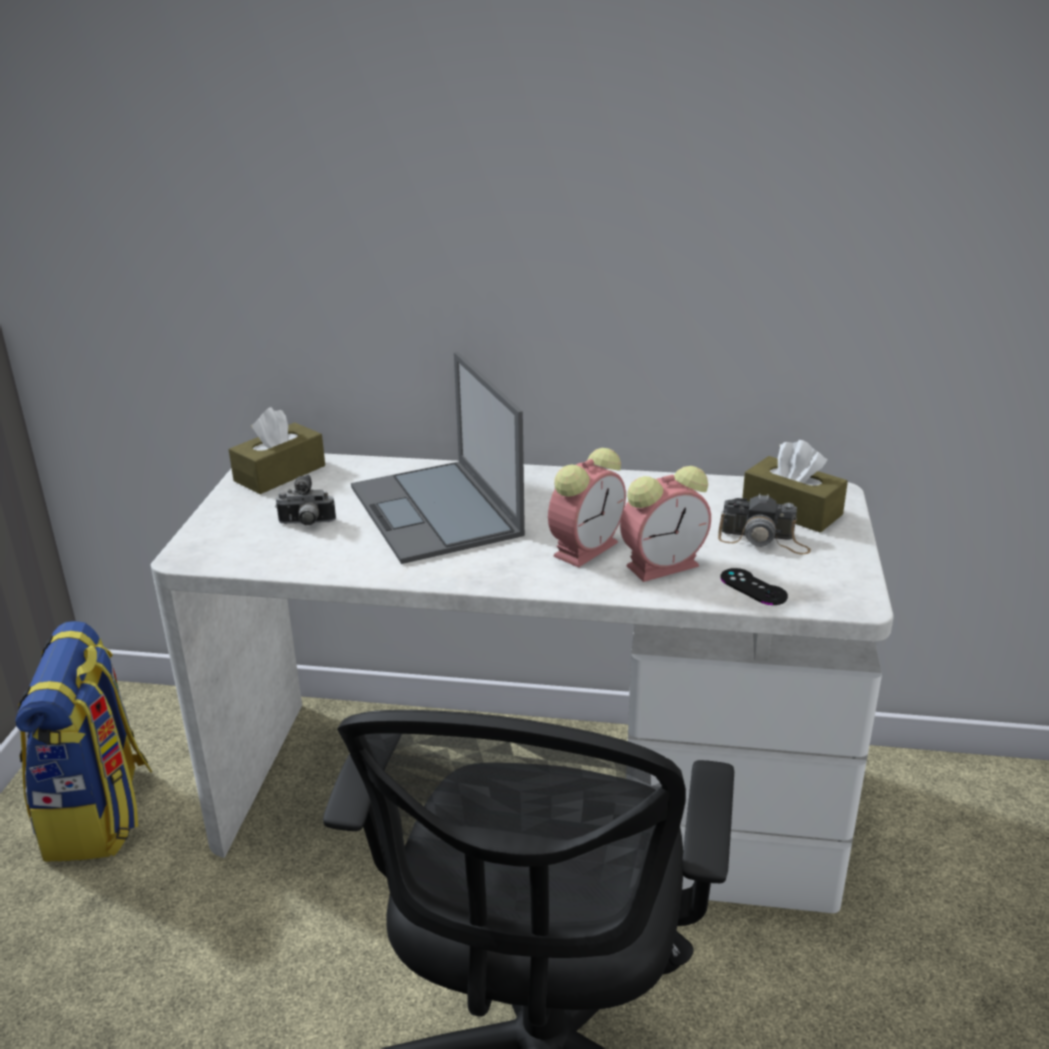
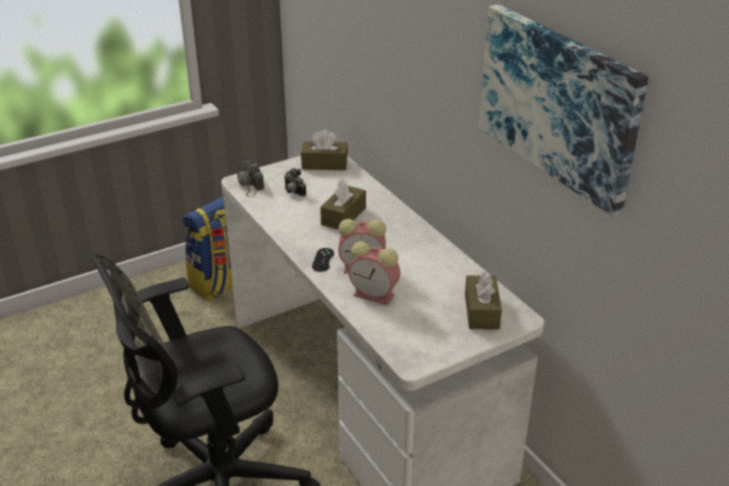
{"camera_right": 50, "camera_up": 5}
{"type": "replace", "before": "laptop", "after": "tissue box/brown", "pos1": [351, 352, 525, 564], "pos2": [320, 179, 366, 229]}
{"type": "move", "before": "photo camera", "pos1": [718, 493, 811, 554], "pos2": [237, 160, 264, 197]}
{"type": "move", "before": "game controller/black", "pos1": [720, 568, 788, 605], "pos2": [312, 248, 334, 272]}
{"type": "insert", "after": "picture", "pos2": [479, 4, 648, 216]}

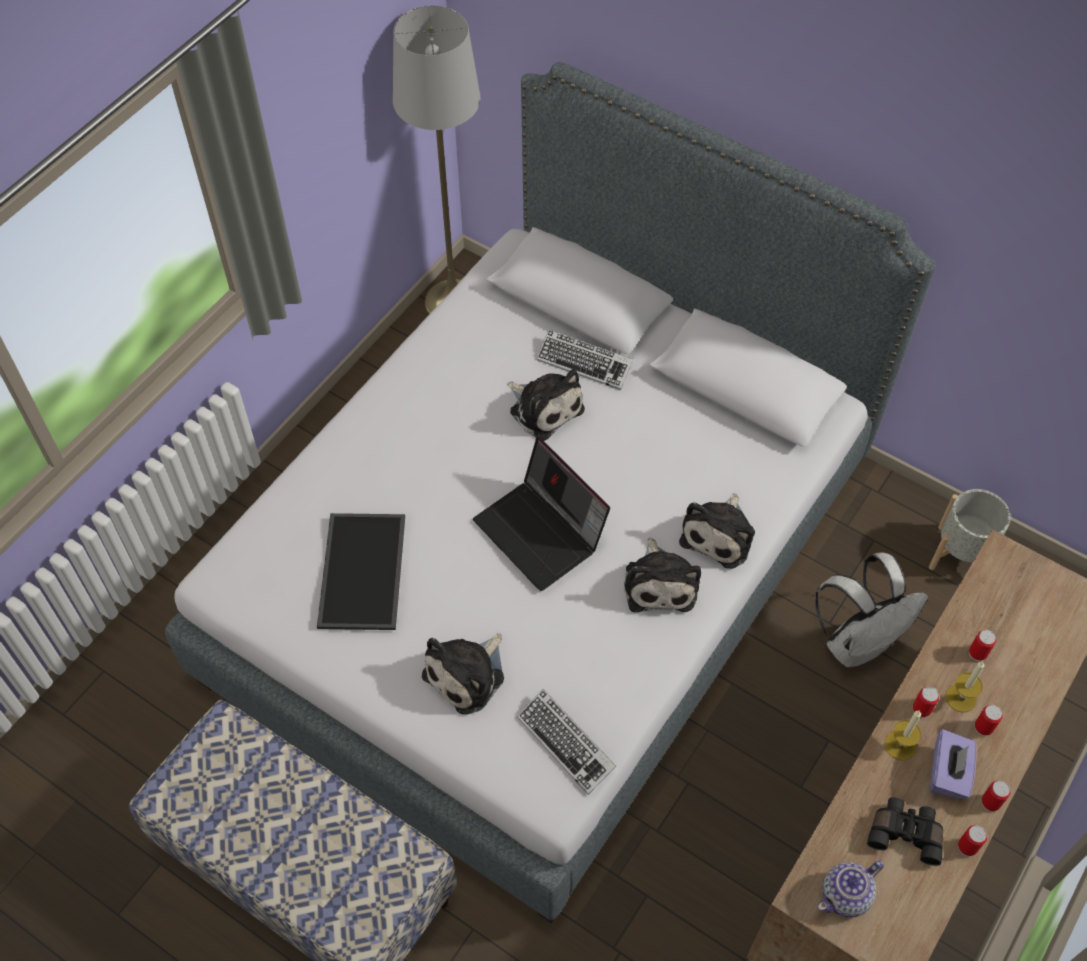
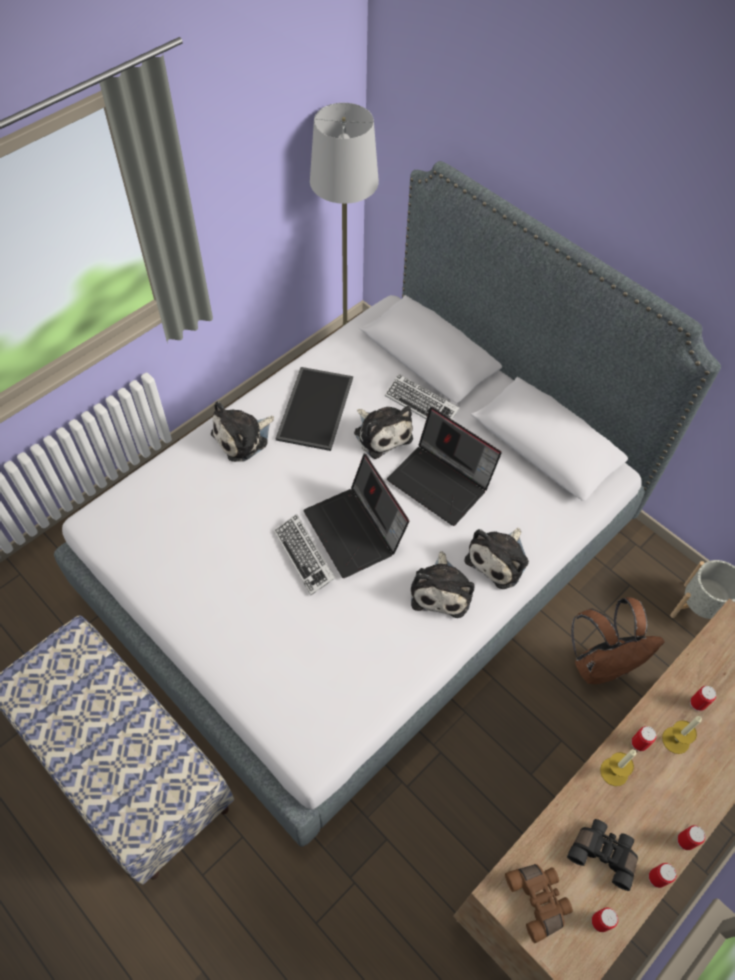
{"camera_right": 10, "camera_up": 0}
{"type": "move", "before": "tray", "pos1": [317, 513, 405, 630], "pos2": [276, 367, 353, 451]}
{"type": "move", "before": "plush toy", "pos1": [422, 633, 504, 715], "pos2": [211, 401, 274, 462]}
{"type": "move", "before": "keyboard", "pos1": [517, 689, 616, 795], "pos2": [274, 514, 335, 595]}
{"type": "recolor", "before": "backpack/white", "after": "backpack/brown", "pos1": [815, 553, 928, 667], "pos2": [571, 597, 665, 684]}
{"type": "replace", "before": "teapot", "after": "binoculars/brown", "pos1": [818, 860, 884, 918], "pos2": [505, 864, 573, 943]}
{"type": "delete", "before": "tissue box/purple", "pos1": [930, 729, 977, 799]}
{"type": "move", "before": "can", "pos1": [974, 705, 1003, 736], "pos2": [592, 908, 618, 932]}
{"type": "insert", "after": "laptop", "pos2": [387, 407, 502, 526]}

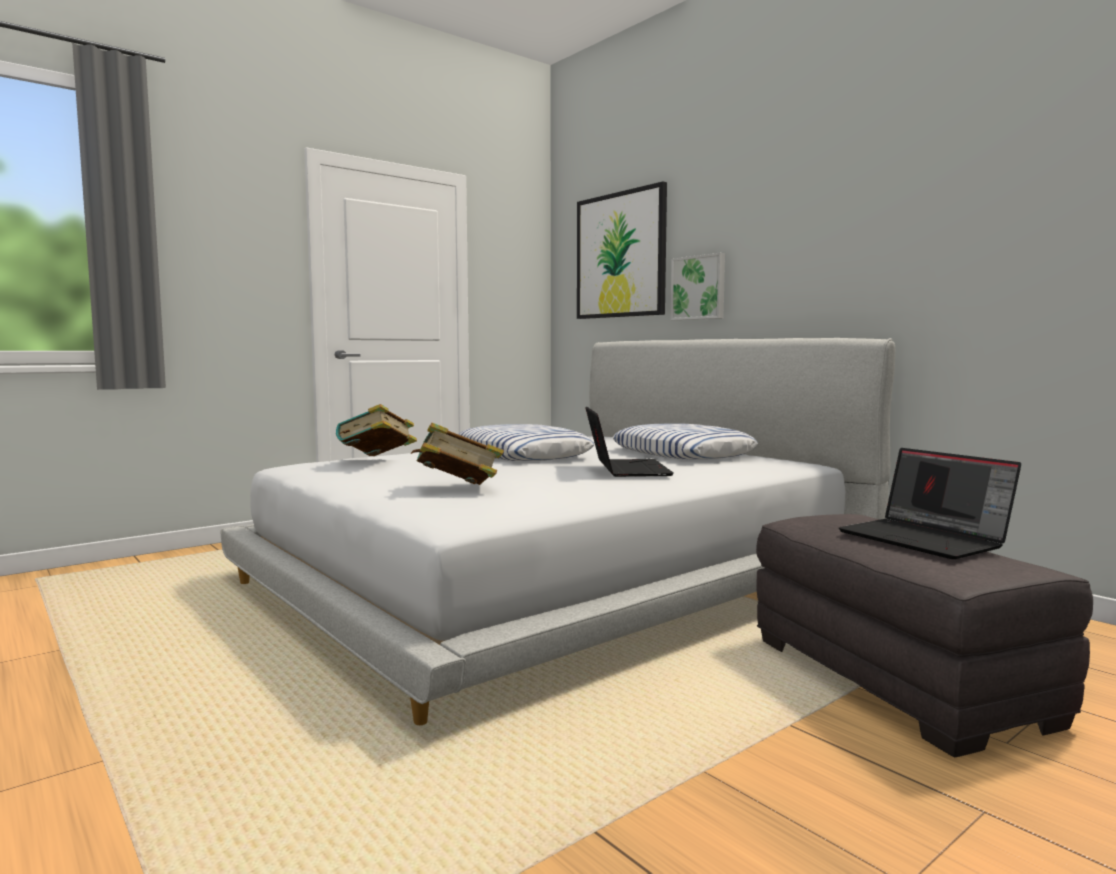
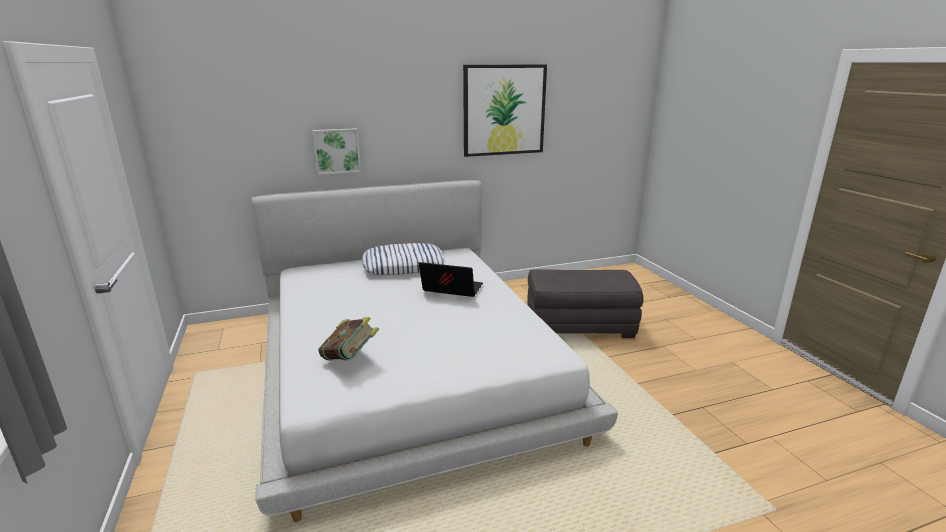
{"camera_right": -70, "camera_up": 15}
{"type": "delete", "before": "book", "pos1": [411, 423, 504, 485]}
{"type": "delete", "before": "pillow", "pos1": [458, 424, 594, 461]}
{"type": "move", "before": "picture", "pos1": [577, 181, 667, 319], "pos2": [463, 65, 547, 157]}
{"type": "delete", "before": "laptop", "pos1": [839, 448, 1021, 559]}

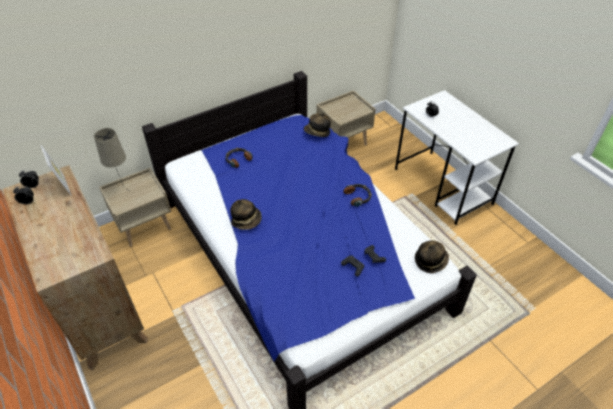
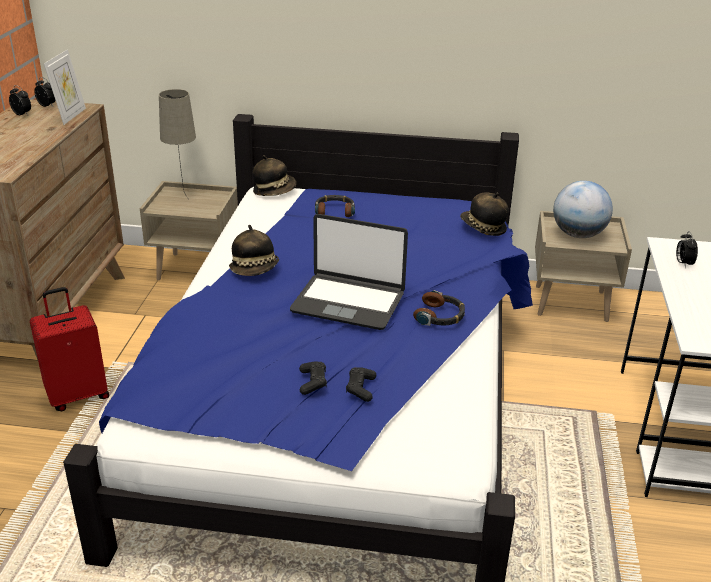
{"camera_right": 40, "camera_up": -15}
{"type": "move", "before": "hat", "pos1": [415, 241, 449, 273], "pos2": [253, 155, 296, 196]}
{"type": "insert", "after": "suitcase/red", "pos2": [30, 287, 109, 411]}
{"type": "insert", "after": "laptop", "pos2": [290, 214, 408, 330]}
{"type": "insert", "after": "globe", "pos2": [553, 181, 613, 238]}

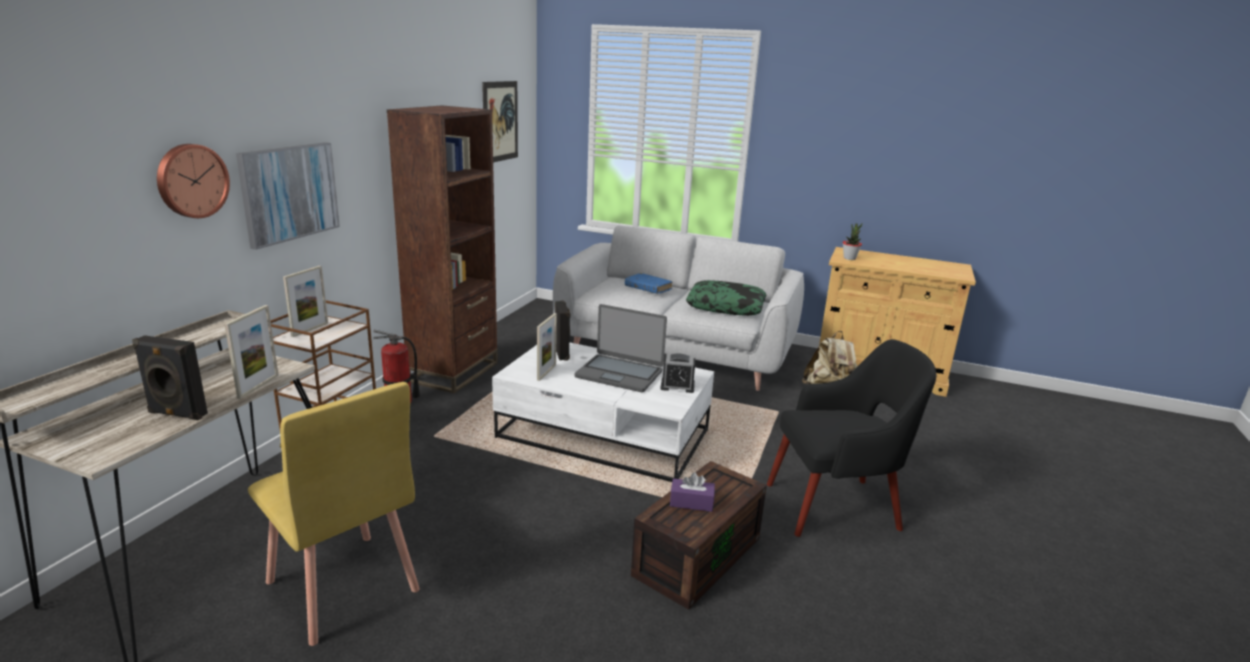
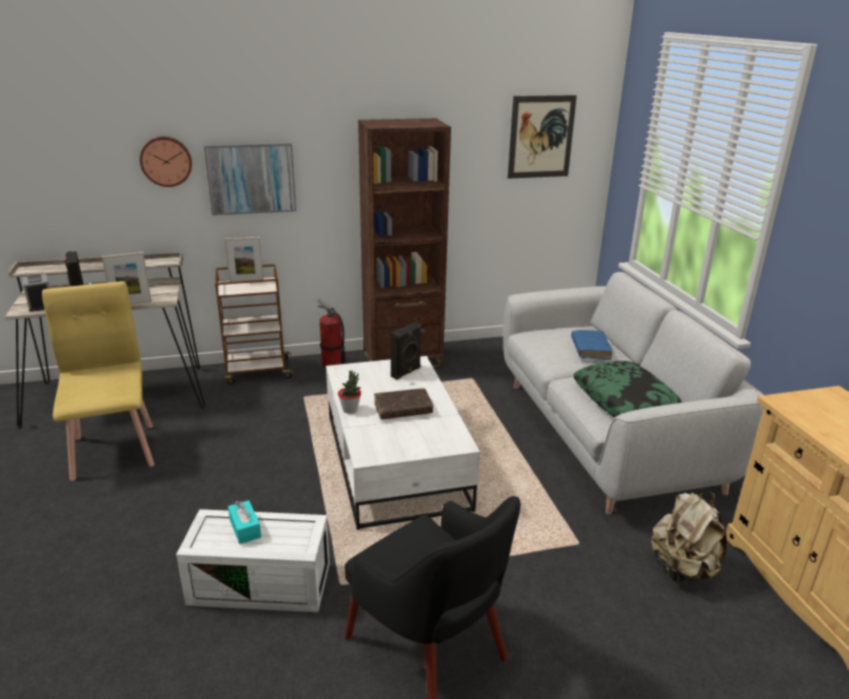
{"camera_right": 55, "camera_up": 5}
{"type": "rotate", "before": "chair/yellow", "pos1": [248, 382, 420, 646], "pos2": [42, 281, 155, 481], "turn": 150}
{"type": "delete", "before": "picture frame", "pos1": [537, 313, 557, 381]}
{"type": "replace", "before": "laptop", "after": "book/brown", "pos1": [574, 304, 667, 392], "pos2": [374, 388, 433, 419]}
{"type": "recolor", "before": "storage box/brown", "after": "storage box/white", "pos1": [631, 461, 767, 610], "pos2": [176, 509, 330, 612]}
{"type": "move", "before": "alarm clock", "pos1": [660, 353, 695, 393], "pos2": [22, 274, 50, 312]}
{"type": "recolor", "before": "tissue box/purple", "after": "tissue box/turquoise", "pos1": [670, 472, 715, 512], "pos2": [228, 500, 261, 544]}
{"type": "move", "before": "potted plant", "pos1": [843, 223, 862, 260], "pos2": [338, 370, 361, 414]}

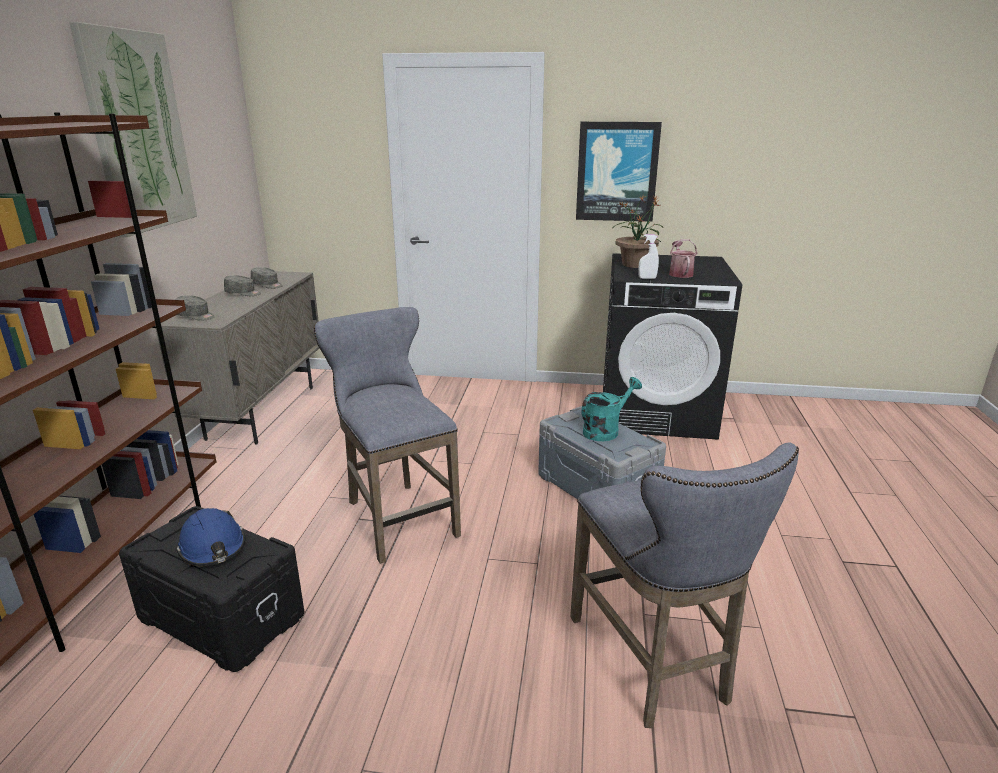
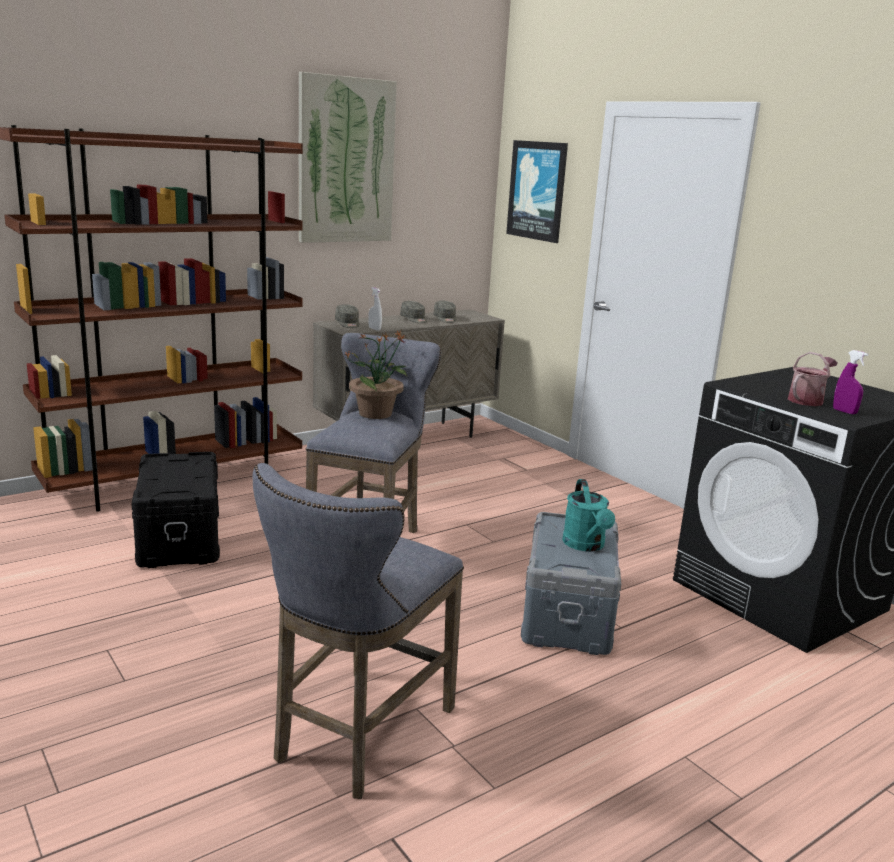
{"camera_right": 45, "camera_up": -5}
{"type": "delete", "before": "hard hat/blue", "pos1": [176, 508, 246, 566]}
{"type": "move", "before": "picture", "pos1": [576, 122, 662, 222], "pos2": [506, 140, 568, 243]}
{"type": "rotate", "before": "watering can/turquoise", "pos1": [581, 377, 642, 441], "pos2": [562, 479, 615, 552], "turn": 75}
{"type": "move", "before": "potted plant", "pos1": [614, 196, 663, 268], "pos2": [343, 330, 407, 419]}
{"type": "move", "before": "spray bottle/white", "pos1": [638, 234, 659, 279], "pos2": [368, 287, 382, 331]}
{"type": "insert", "after": "spray bottle/purple", "pos2": [833, 350, 868, 414]}

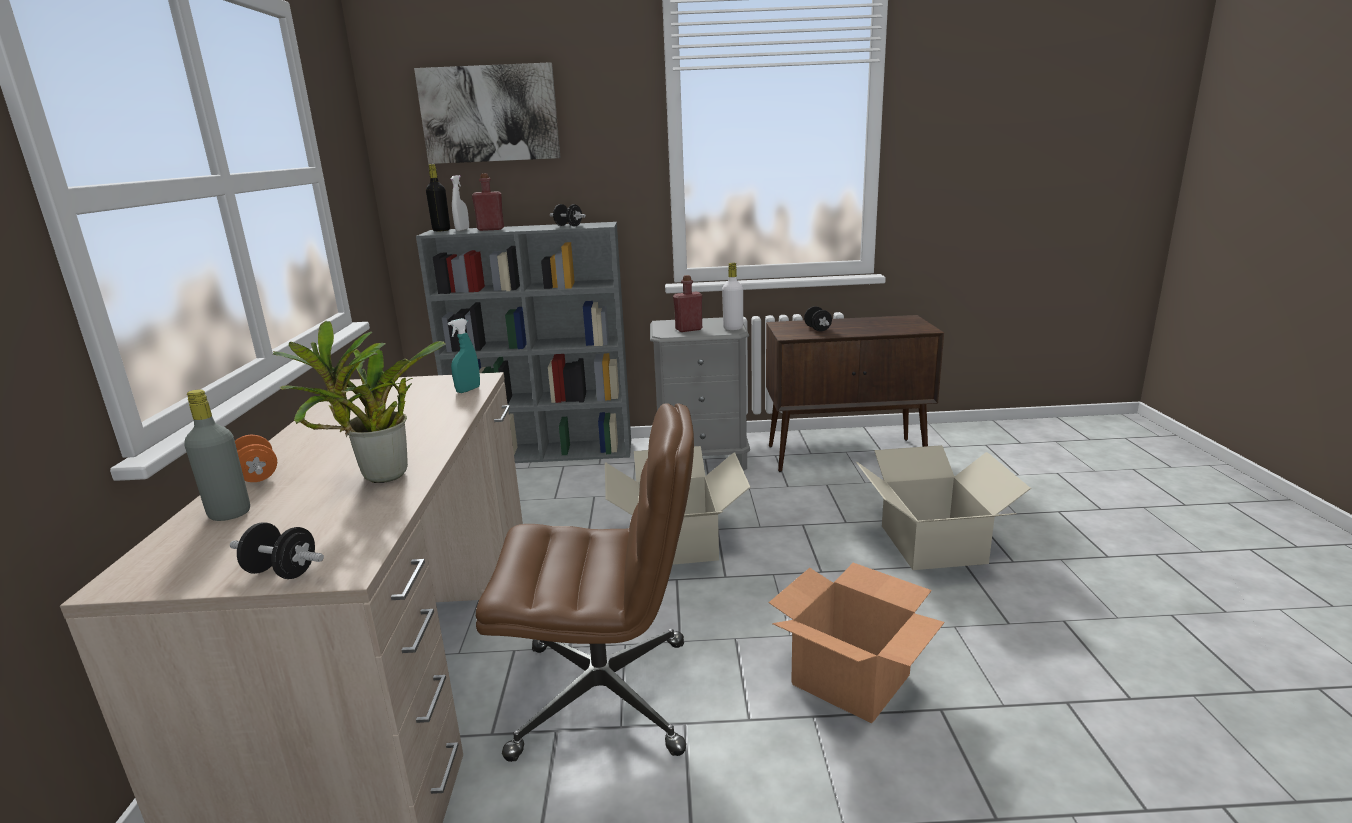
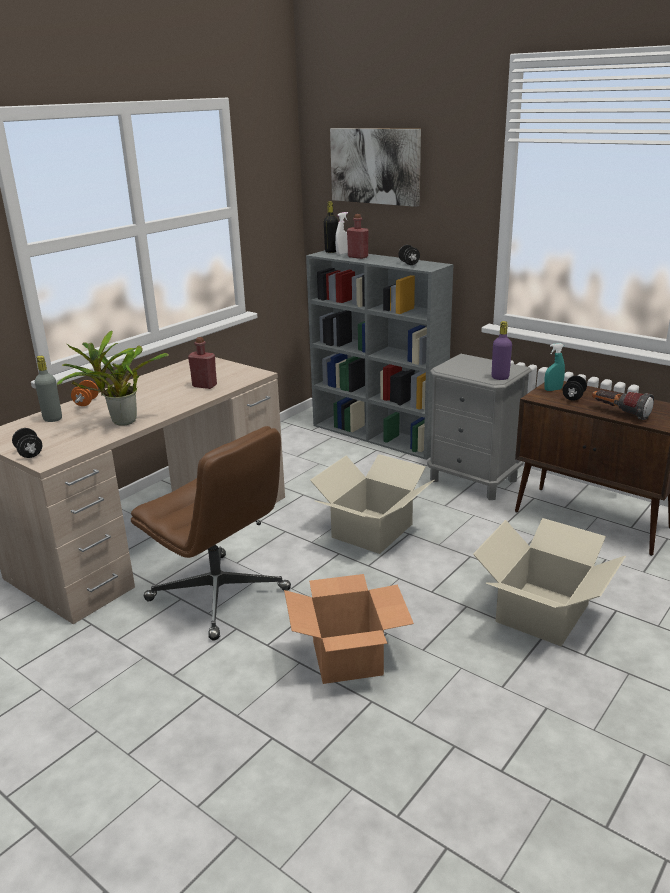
{"camera_right": 40, "camera_up": 5}
{"type": "move", "before": "spray bottle/turquoise", "pos1": [448, 318, 480, 393], "pos2": [544, 343, 565, 391]}
{"type": "move", "before": "bottle/red", "pos1": [673, 275, 702, 332], "pos2": [188, 337, 217, 389]}
{"type": "recolor", "before": "bottle/white", "after": "bottle/purple", "pos1": [722, 263, 743, 330], "pos2": [492, 321, 512, 380]}
{"type": "insert", "after": "flashlight", "pos2": [592, 390, 654, 420]}

